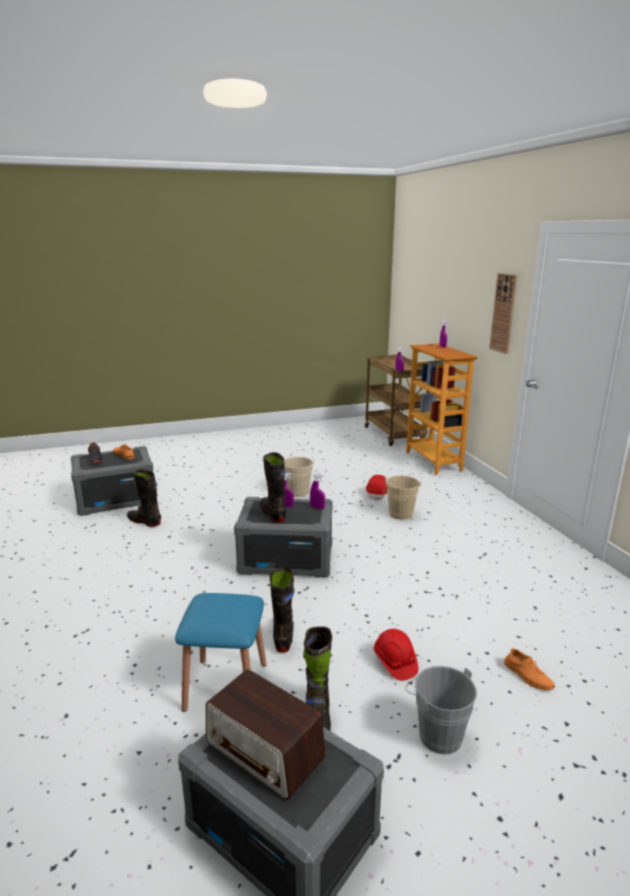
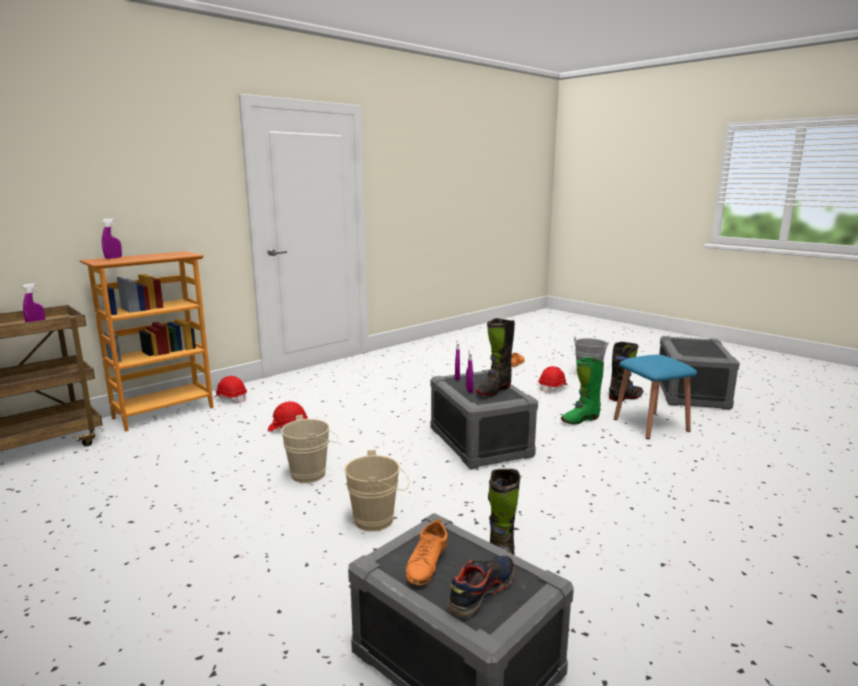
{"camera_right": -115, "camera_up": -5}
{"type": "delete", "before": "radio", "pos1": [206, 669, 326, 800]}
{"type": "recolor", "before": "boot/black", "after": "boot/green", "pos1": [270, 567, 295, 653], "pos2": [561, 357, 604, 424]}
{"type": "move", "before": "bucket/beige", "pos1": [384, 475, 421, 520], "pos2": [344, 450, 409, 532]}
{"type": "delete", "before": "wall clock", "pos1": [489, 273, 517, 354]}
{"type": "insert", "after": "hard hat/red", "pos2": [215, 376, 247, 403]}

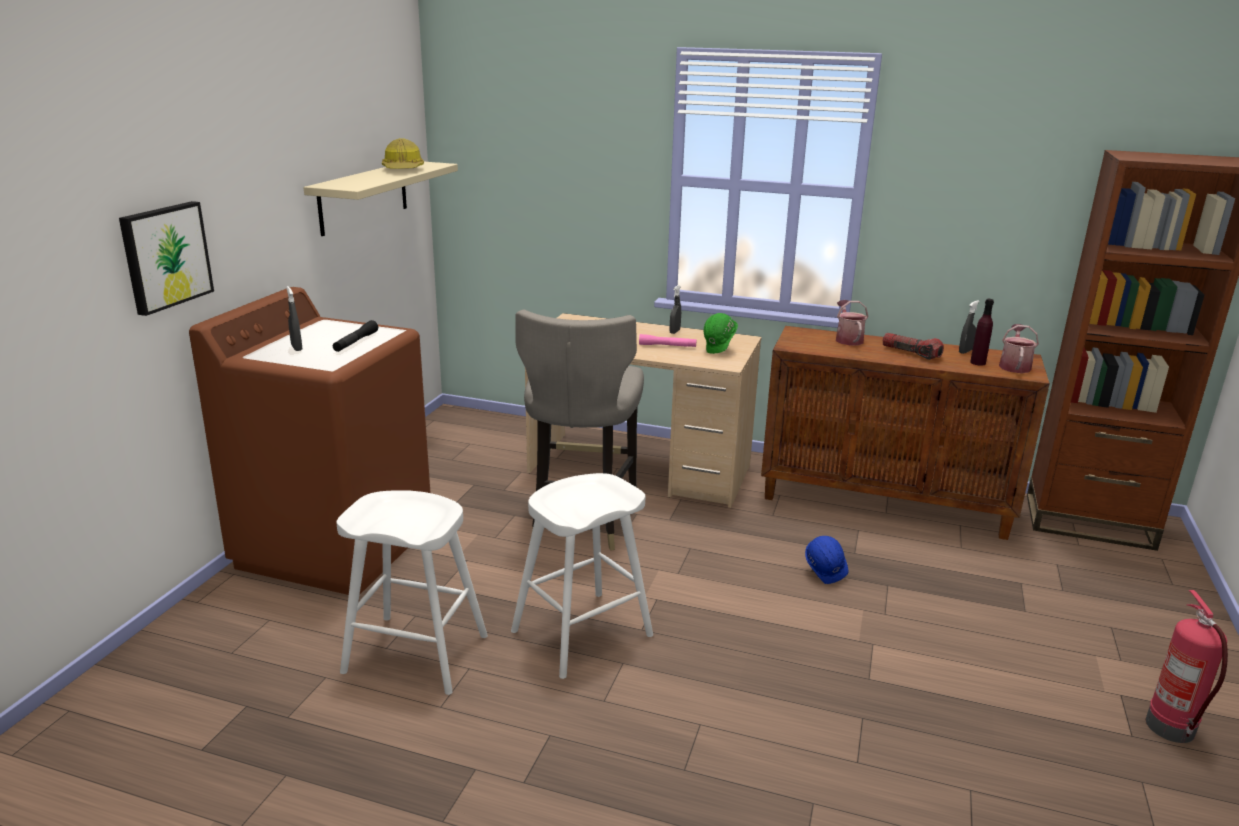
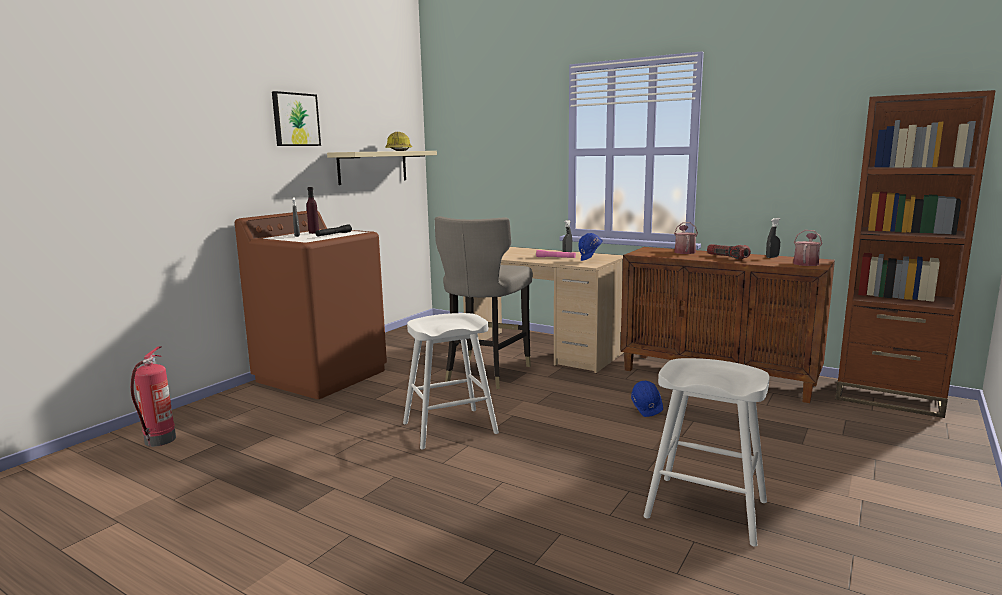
{"camera_right": 15, "camera_up": -10}
{"type": "move", "before": "picture", "pos1": [119, 201, 214, 316], "pos2": [272, 91, 321, 146]}
{"type": "move", "before": "stool/white", "pos1": [337, 490, 488, 695], "pos2": [644, 358, 769, 547]}
{"type": "recolor", "before": "hard hat/green", "after": "hard hat/blue", "pos1": [704, 313, 738, 354], "pos2": [578, 233, 603, 261]}
{"type": "move", "before": "bottle/purple", "pos1": [970, 299, 994, 366], "pos2": [307, 187, 319, 234]}
{"type": "move", "before": "fire extinguisher", "pos1": [1146, 590, 1228, 743], "pos2": [131, 347, 176, 447]}

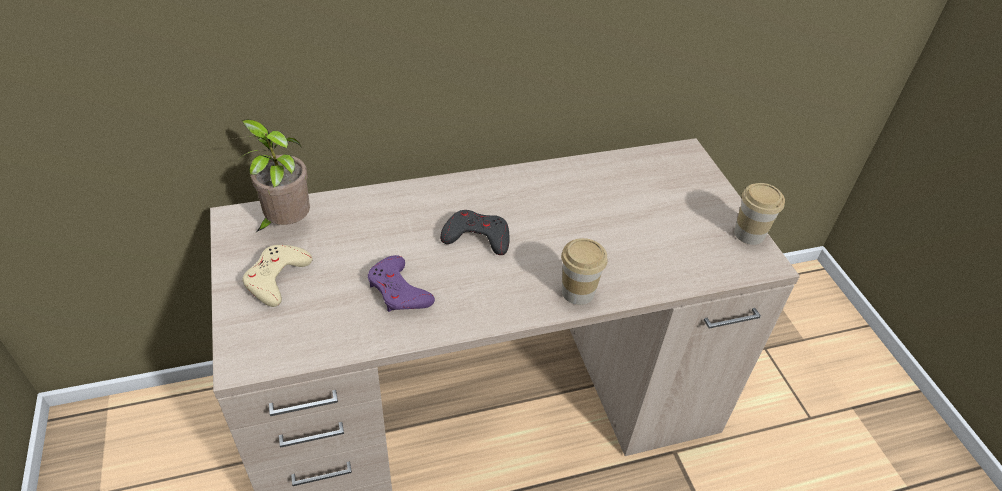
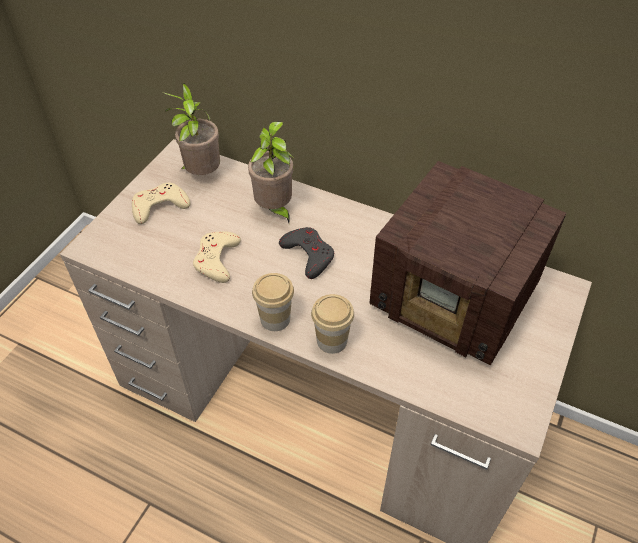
{"camera_right": 45, "camera_up": 5}
{"type": "recolor", "before": "game controller/purple", "after": "game controller/beige", "pos1": [368, 255, 435, 312], "pos2": [193, 232, 241, 283]}
{"type": "move", "before": "cup", "pos1": [734, 183, 785, 245], "pos2": [252, 273, 294, 331]}
{"type": "insert", "after": "potted plant", "pos2": [248, 122, 295, 223]}
{"type": "insert", "after": "radio", "pos2": [369, 161, 566, 366]}

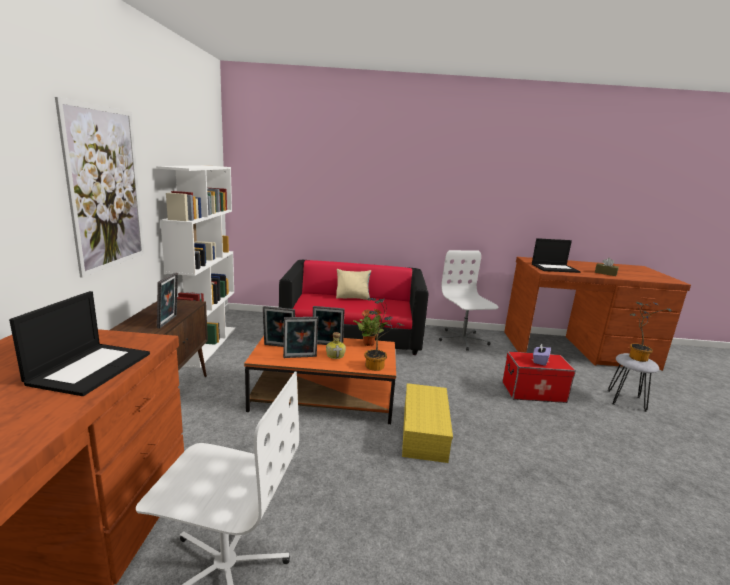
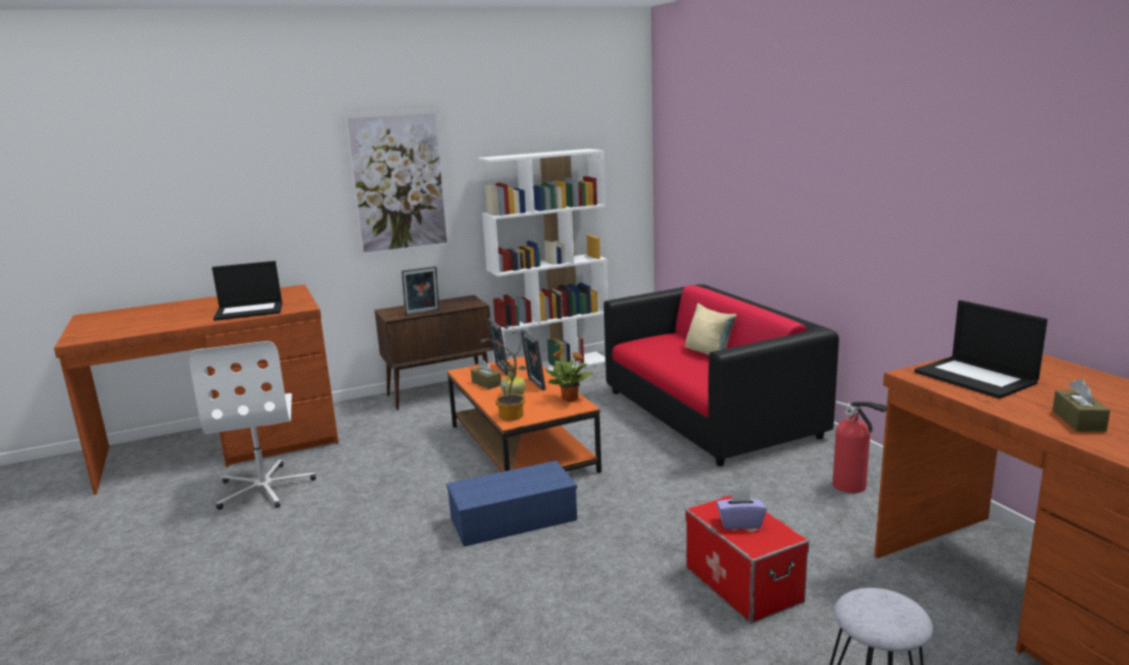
{"camera_right": 65, "camera_up": 0}
{"type": "replace", "before": "picture frame", "after": "tissue box/brown", "pos1": [283, 317, 319, 358], "pos2": [471, 360, 501, 389]}
{"type": "recolor", "before": "storage box/yellow", "after": "storage box/blue", "pos1": [402, 383, 453, 463], "pos2": [446, 461, 577, 547]}
{"type": "replace", "before": "office chair/white", "after": "fire extinguisher", "pos1": [439, 250, 498, 350], "pos2": [833, 401, 887, 493]}
{"type": "delete", "before": "potted plant", "pos1": [629, 302, 672, 362]}

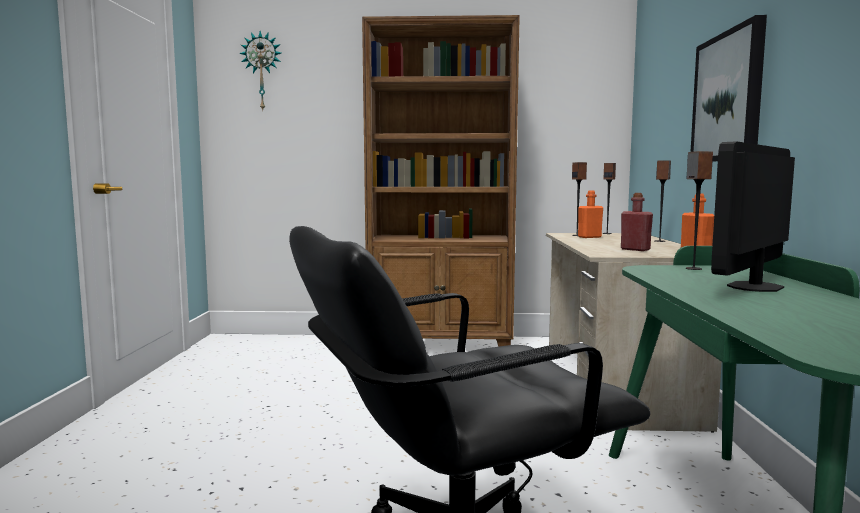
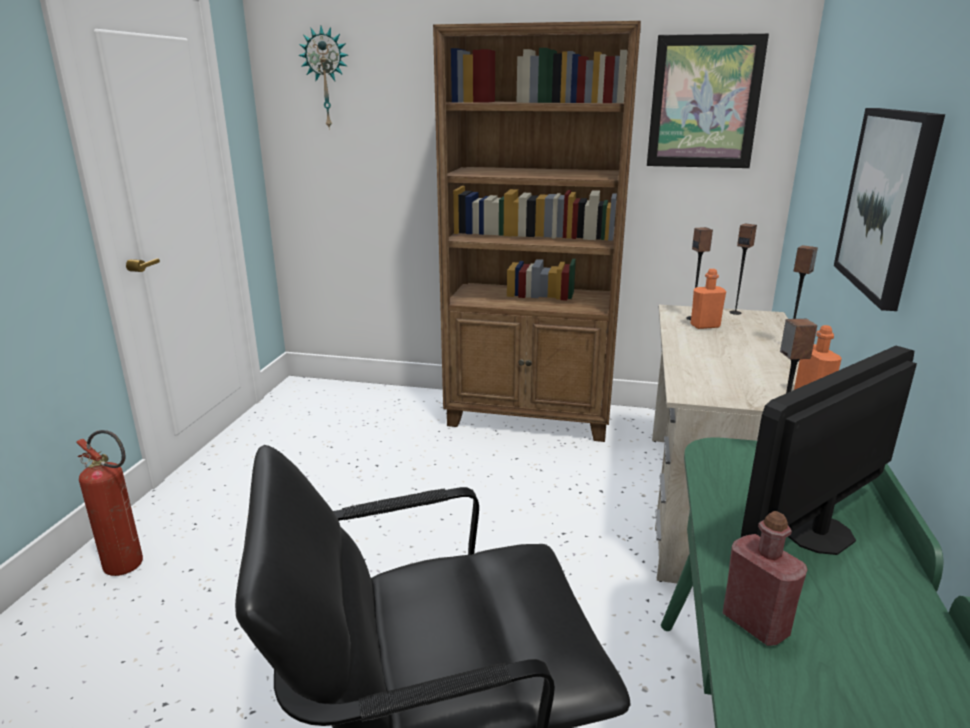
{"camera_right": 10, "camera_up": 15}
{"type": "move", "before": "bottle/red", "pos1": [621, 193, 653, 251], "pos2": [723, 511, 808, 646]}
{"type": "insert", "after": "fire extinguisher", "pos2": [76, 430, 143, 576]}
{"type": "insert", "after": "picture", "pos2": [647, 33, 769, 168]}

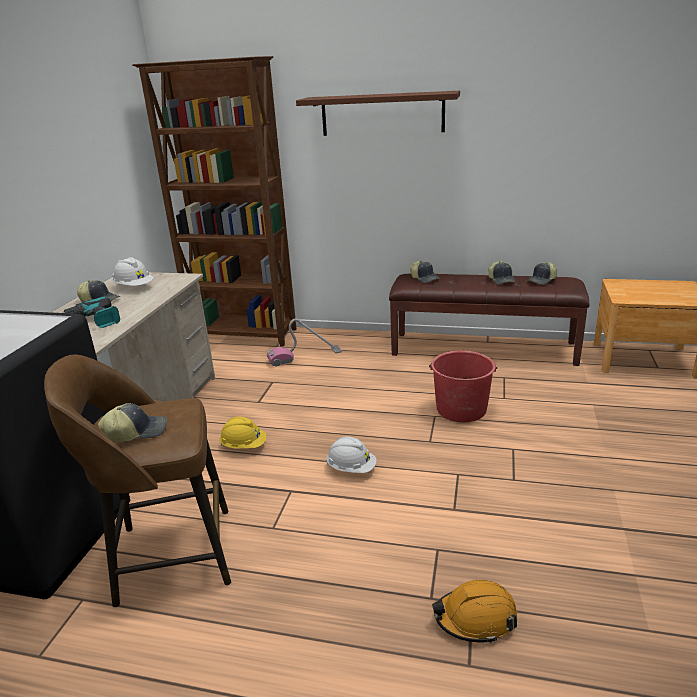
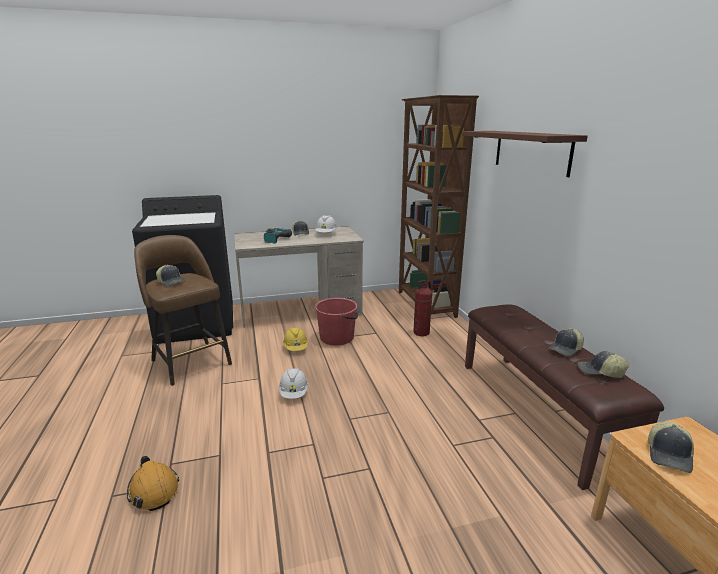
{"camera_right": 60, "camera_up": -5}
{"type": "replace", "before": "vacuum cleaner", "after": "fire extinguisher", "pos1": [267, 318, 342, 367], "pos2": [413, 280, 432, 336]}
{"type": "move", "before": "cap", "pos1": [410, 261, 440, 283], "pos2": [647, 422, 694, 473]}
{"type": "move", "before": "bucket/red", "pos1": [429, 351, 497, 422], "pos2": [315, 298, 358, 346]}

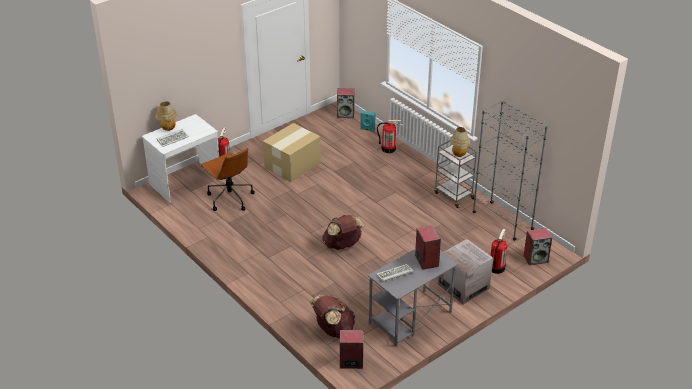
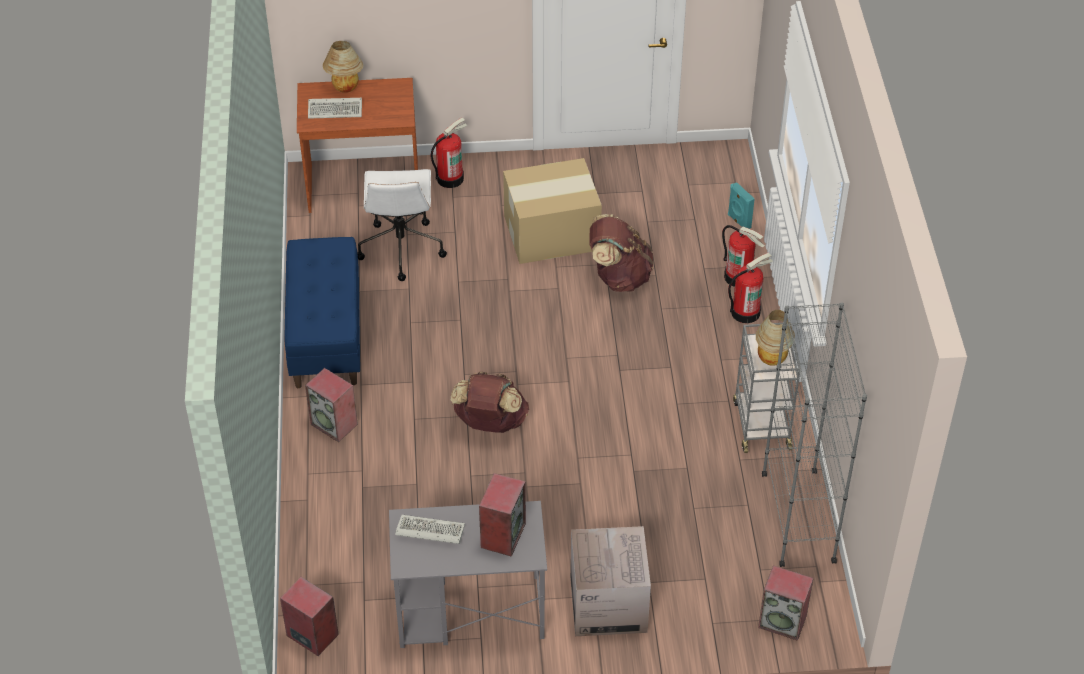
{"camera_right": 35, "camera_up": 10}
{"type": "recolor", "before": "desk/white", "after": "desk/brown", "pos1": [142, 114, 219, 203], "pos2": [297, 78, 418, 213]}
{"type": "recolor", "before": "office chair/brown", "after": "office chair/white", "pos1": [200, 148, 255, 211], "pos2": [357, 169, 447, 281]}
{"type": "move", "before": "backpack/brown", "pos1": [310, 295, 355, 338], "pos2": [589, 214, 653, 292]}
{"type": "move", "before": "speaker", "pos1": [337, 88, 355, 118], "pos2": [305, 368, 358, 442]}
{"type": "move", "before": "fire extinguisher", "pos1": [490, 229, 507, 274], "pos2": [728, 252, 773, 323]}
{"type": "insert", "after": "bench/blue", "pos2": [284, 237, 360, 388]}

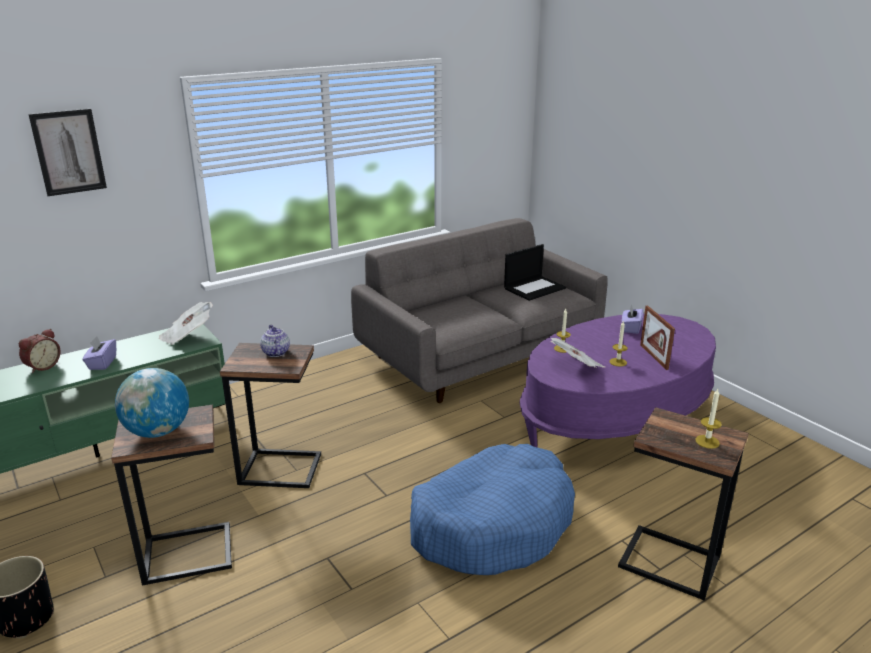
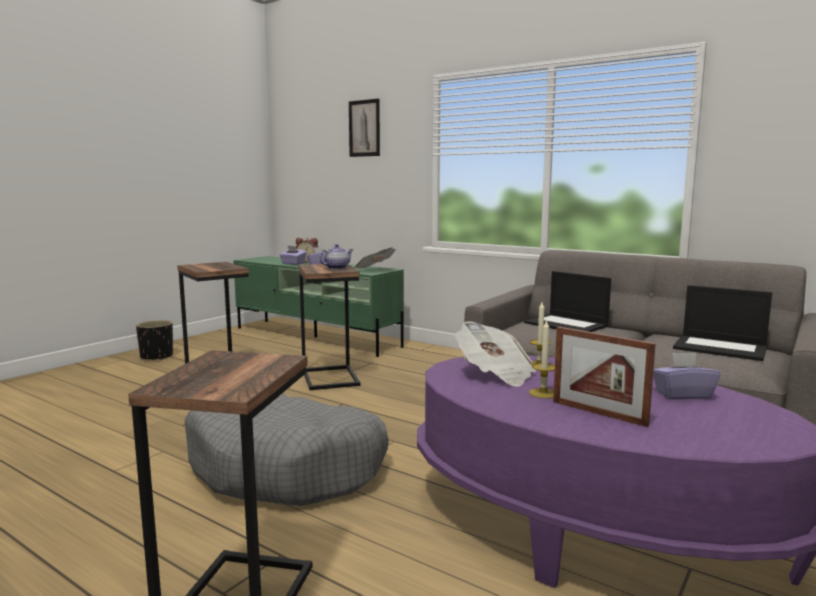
{"camera_right": 70, "camera_up": -15}
{"type": "delete", "before": "globe", "pos1": [115, 368, 189, 438]}
{"type": "recolor", "before": "dog bed/blue", "after": "dog bed/grey", "pos1": [410, 444, 575, 575], "pos2": [185, 393, 389, 506]}
{"type": "rotate", "before": "picture frame", "pos1": [640, 306, 675, 370], "pos2": [553, 327, 656, 427], "turn": -105}
{"type": "delete", "before": "candle", "pos1": [695, 389, 722, 449]}
{"type": "insert", "after": "tissue box/purple", "pos2": [280, 245, 306, 265]}
{"type": "insert", "after": "laptop", "pos2": [524, 271, 611, 332]}

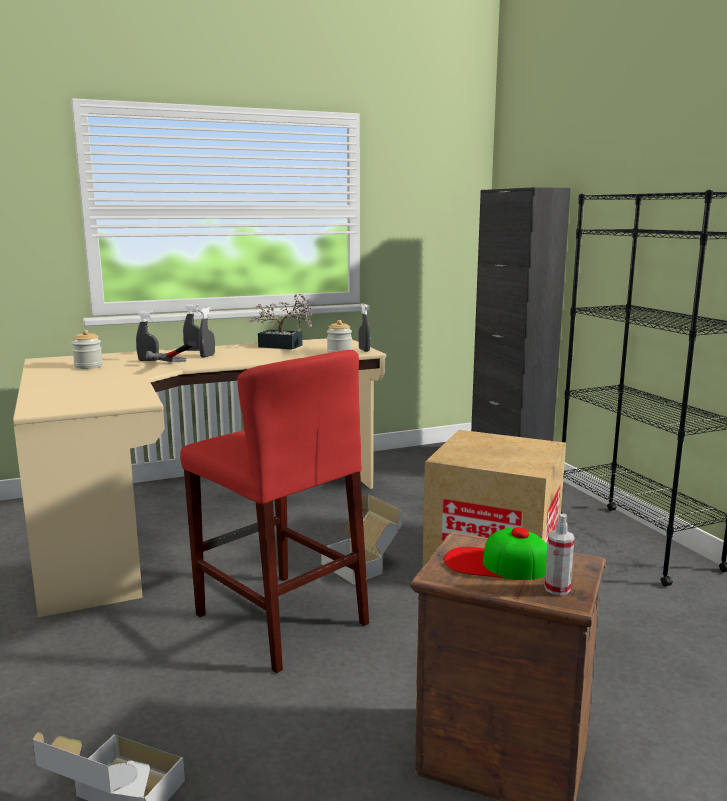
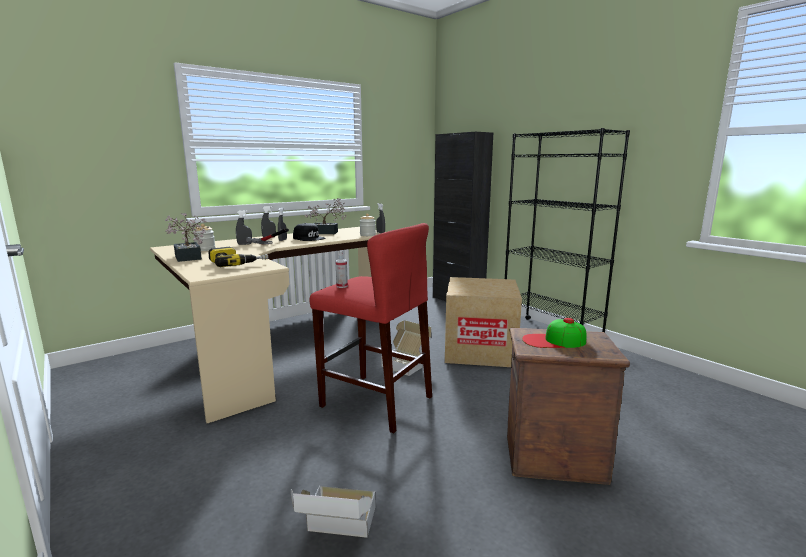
{"camera_right": -15, "camera_up": 0}
{"type": "move", "before": "spray bottle", "pos1": [545, 514, 575, 595], "pos2": [335, 250, 348, 288]}
{"type": "insert", "after": "potted plant", "pos2": [165, 213, 209, 262]}
{"type": "insert", "after": "power drill", "pos2": [208, 247, 268, 267]}
{"type": "insert", "after": "cap/black", "pos2": [293, 223, 325, 241]}

